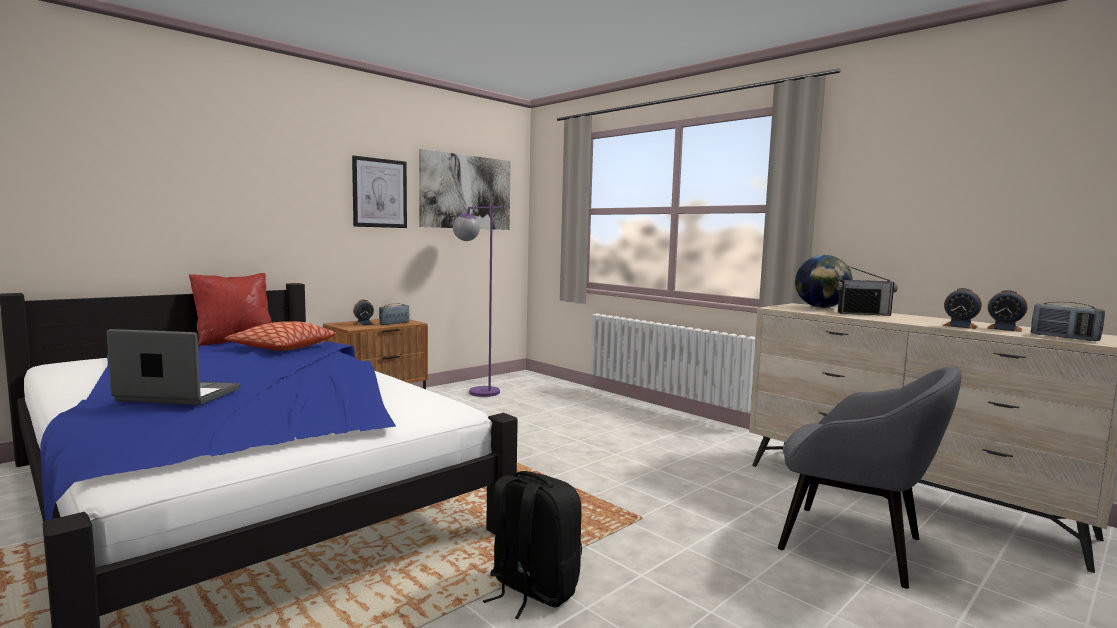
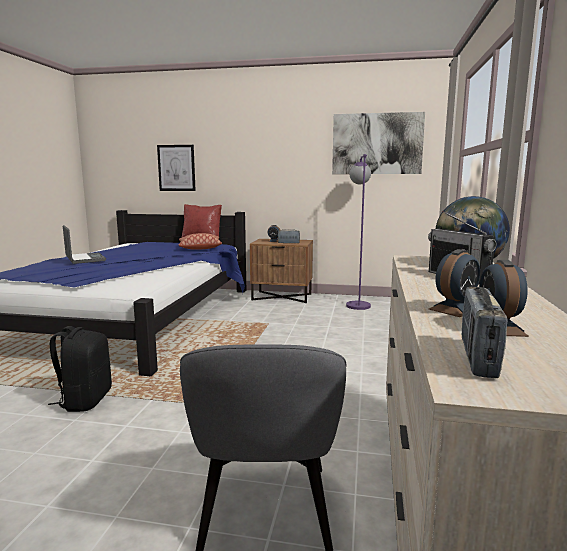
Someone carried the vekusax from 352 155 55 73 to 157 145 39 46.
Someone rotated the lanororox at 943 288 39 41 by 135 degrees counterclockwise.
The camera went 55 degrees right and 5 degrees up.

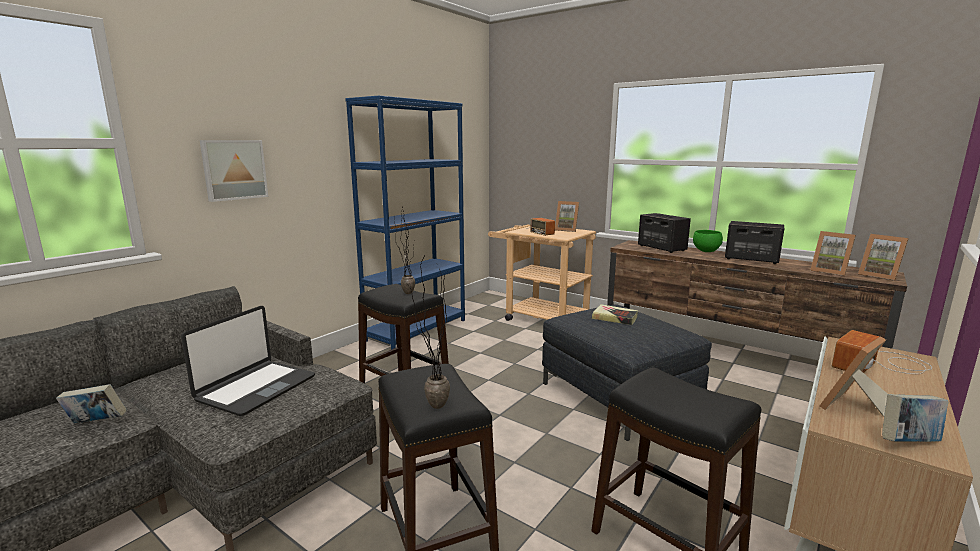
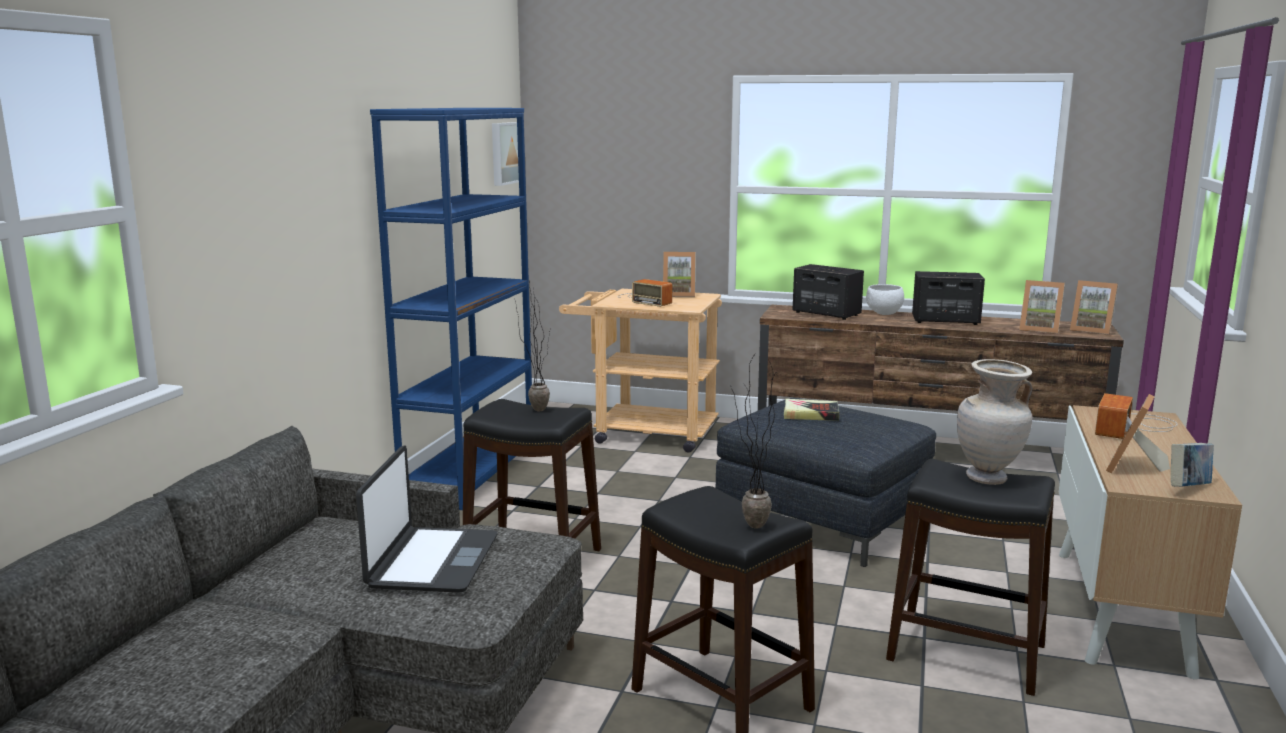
Someone took away the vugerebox at 56 384 71 39.
Someone put down the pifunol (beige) at 957 359 76 126.
Someone carried the vekusax from 200 140 68 62 to 492 122 27 64.
Someone repainted the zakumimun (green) at 693 230 30 22, which became the zakumimun (white) at 866 284 38 31.
The camera went 20 degrees left and 0 degrees up.

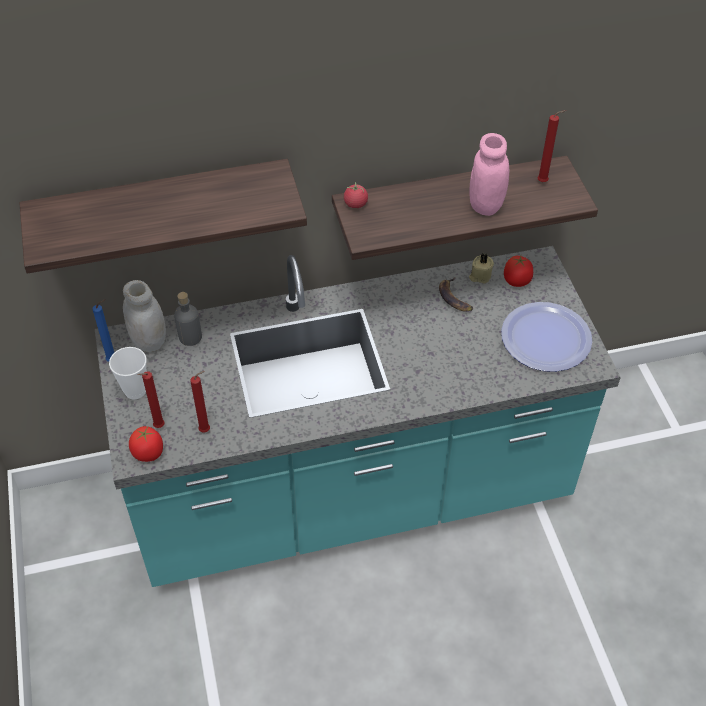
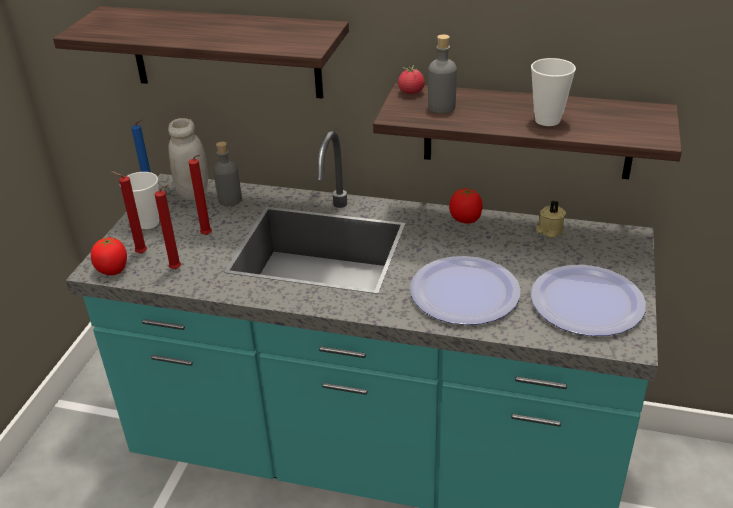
Someone took away the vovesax at 439 278 34 34.
Someone put down the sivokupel at 410 256 111 69.
Someone put down the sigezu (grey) at 428 34 29 80.
Someone carried the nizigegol from 504 256 29 31 to 449 188 34 36.
Someone carried the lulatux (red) from 537 110 29 72 to 189 155 23 80.
Someone swapped the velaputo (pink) at 469 133 41 83 for the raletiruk at 531 58 45 68.
The camera went 30 degrees right and 15 degrees down.

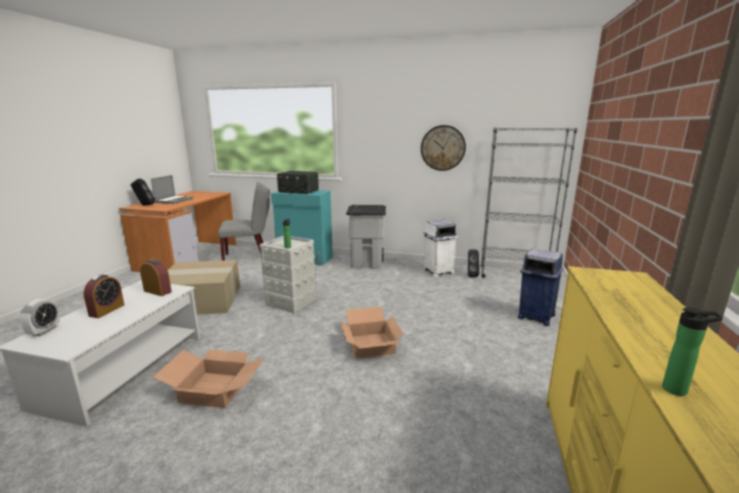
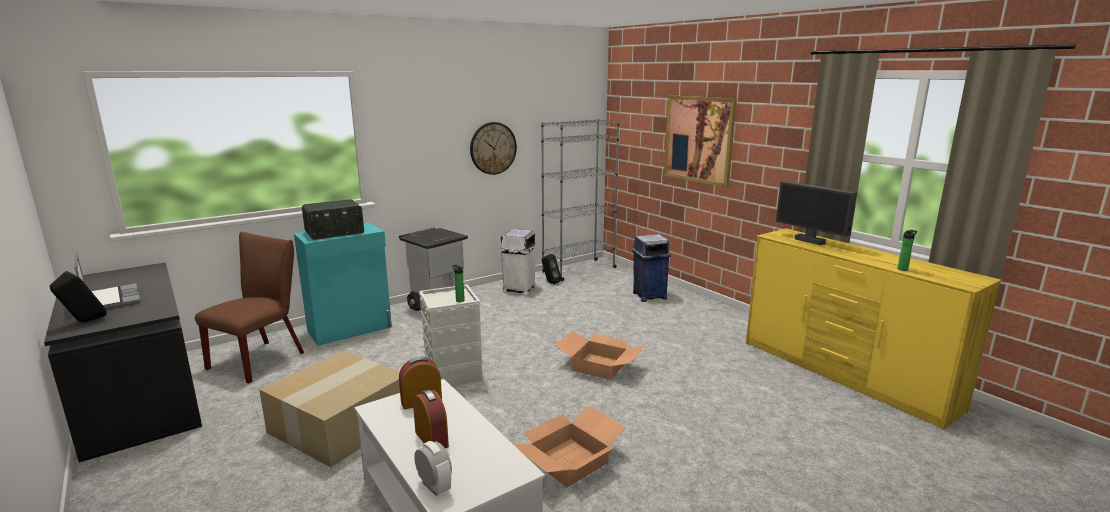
Someone put up the vekusax at 664 96 73 92.
Someone put down the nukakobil at 776 181 81 64.
Someone repainted the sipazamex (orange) at 119 191 117 81, which became the sipazamex (black) at 44 262 158 200.
Someone repainted the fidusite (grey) at 218 182 52 79, which became the fidusite (brown) at 195 232 109 152.
The camera went 50 degrees left and 0 degrees up.

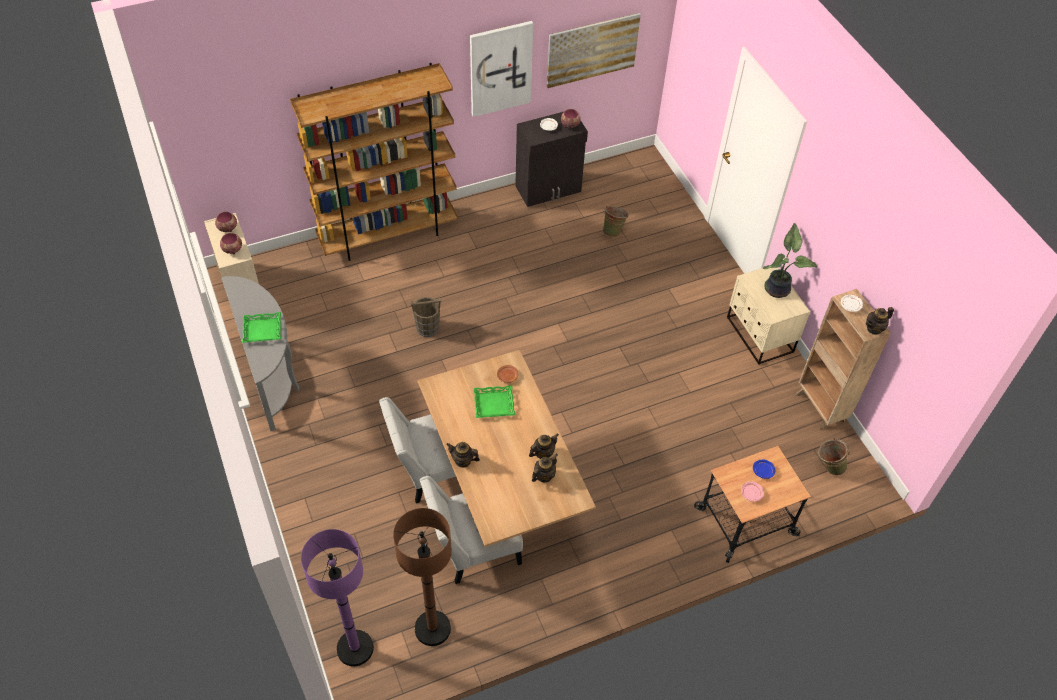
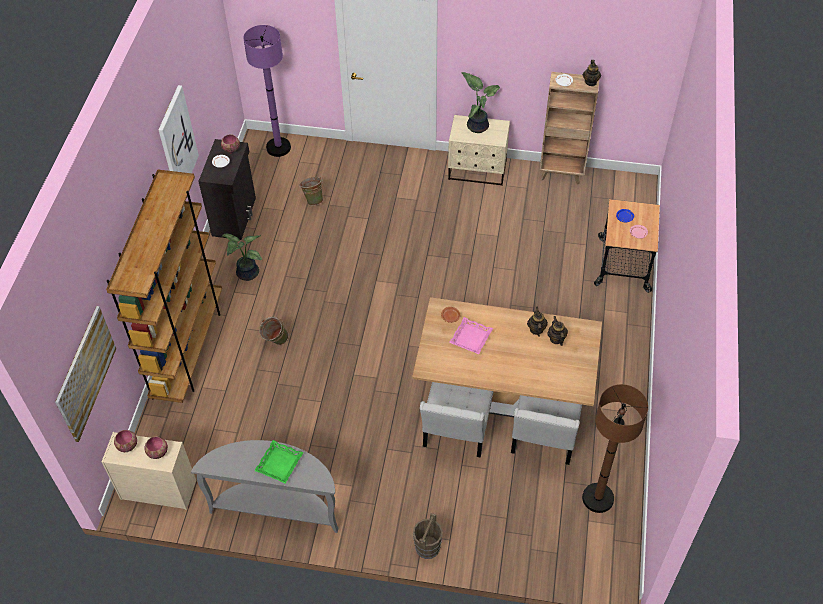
Someone took away the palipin at 446 442 34 26.
Someone put down the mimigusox at 221 234 41 47.
Someone carried the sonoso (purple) from 301 529 73 137 to 243 25 48 132.
Someone carried the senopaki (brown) from 410 297 31 40 to 413 513 30 46.
Someone carried the vekusax from 547 13 94 75 to 55 306 61 136.
Someone carried the senopaki (green) from 818 438 32 38 to 259 317 30 28.
Someone repainted the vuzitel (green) at 473 385 42 33, which became the vuzitel (pink) at 449 317 44 37.
The camera went 55 degrees left and 0 degrees up.

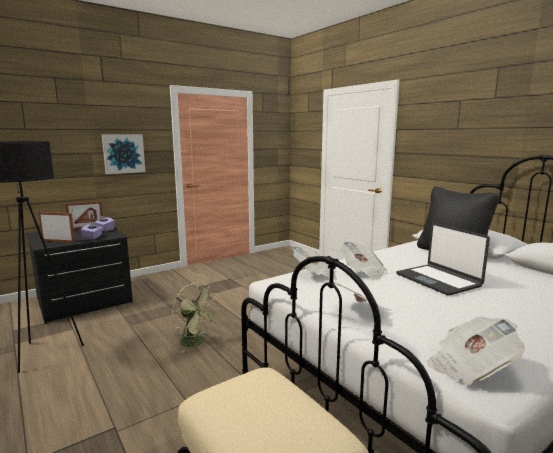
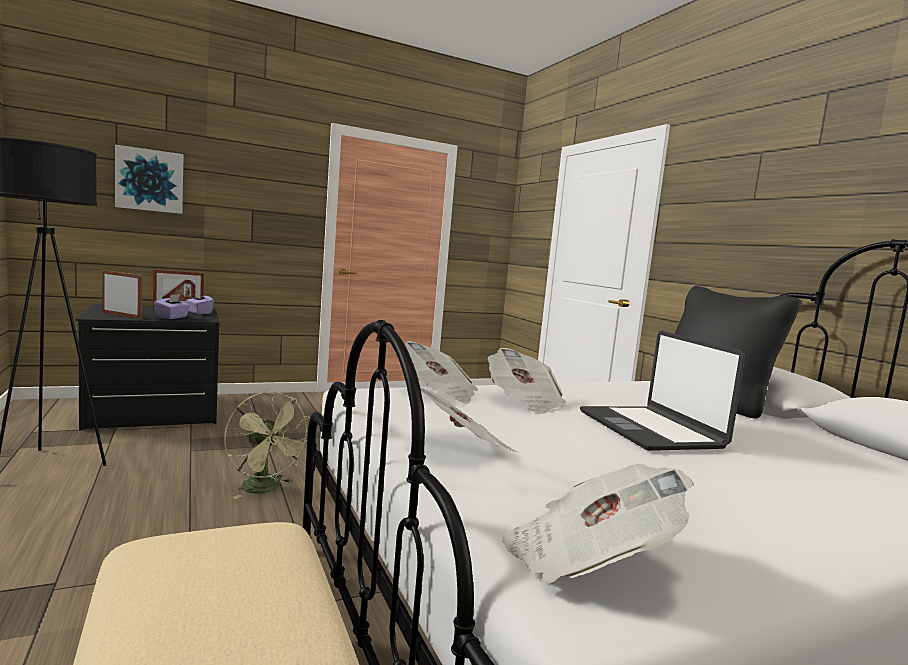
Someone carried the vekusax from 102 134 43 40 to 115 145 69 69.
The camera went 10 degrees right and 5 degrees down.

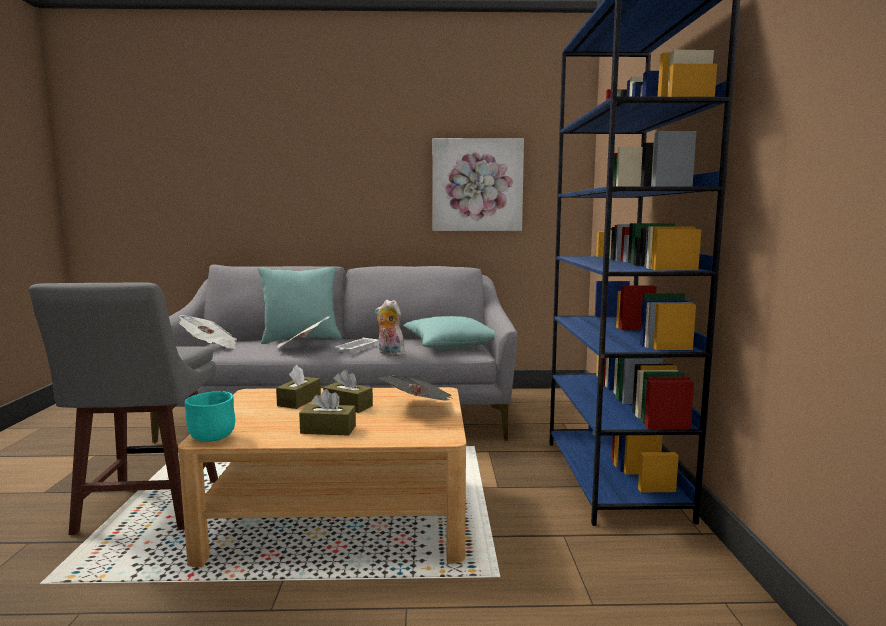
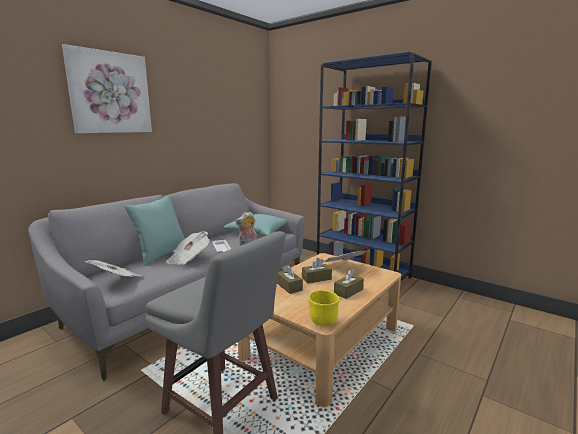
Someone carried the vekusax from 432 138 92 93 to 62 44 90 89.
Someone repainted the zakumimun (turquoise) at 185 391 50 51, which became the zakumimun (yellow) at 309 290 30 36.
The camera went 50 degrees left and 5 degrees up.

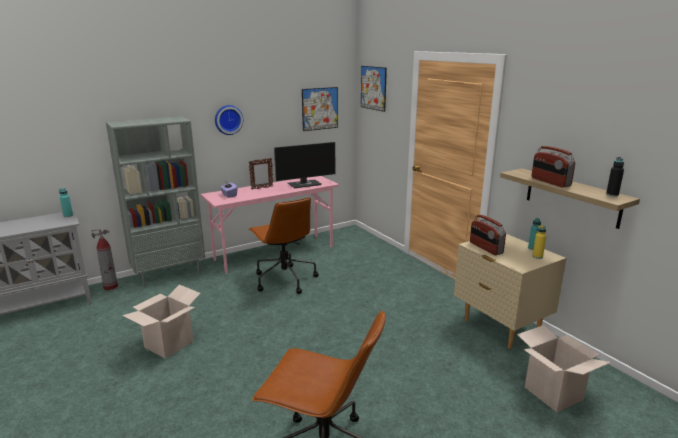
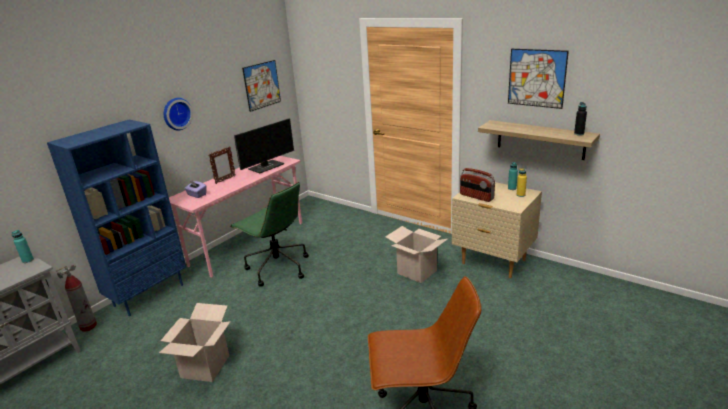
Someone took away the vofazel at 531 146 44 42.
Someone carried the vekusax from 361 66 26 46 to 508 49 61 60.
Someone carried the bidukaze from 517 325 94 87 to 385 226 62 57.
Someone repainted the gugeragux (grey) at 106 116 99 171, which became the gugeragux (blue) at 47 120 139 196.
Someone repainted the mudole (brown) at 248 197 71 97, which became the mudole (green) at 230 182 79 105.
The camera went 20 degrees left and 5 degrees up.

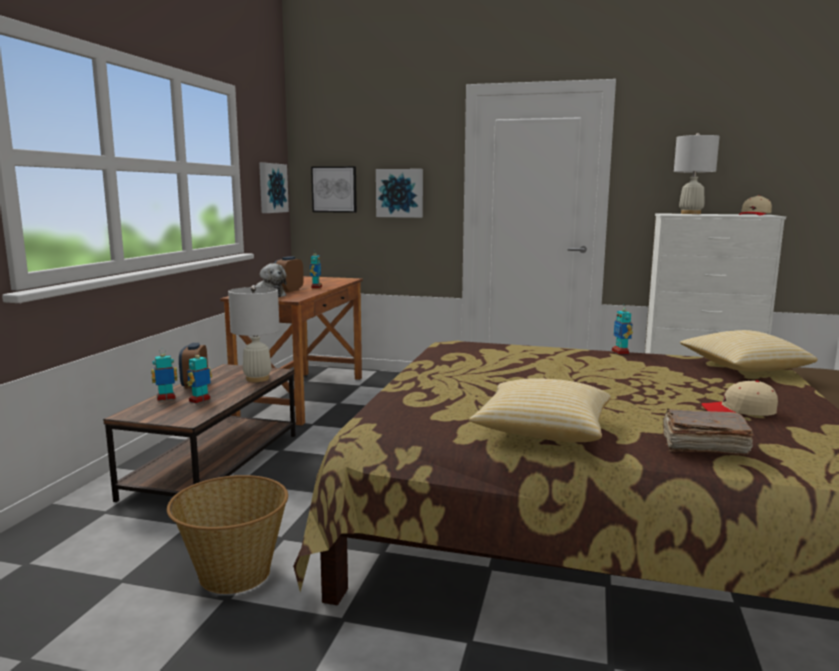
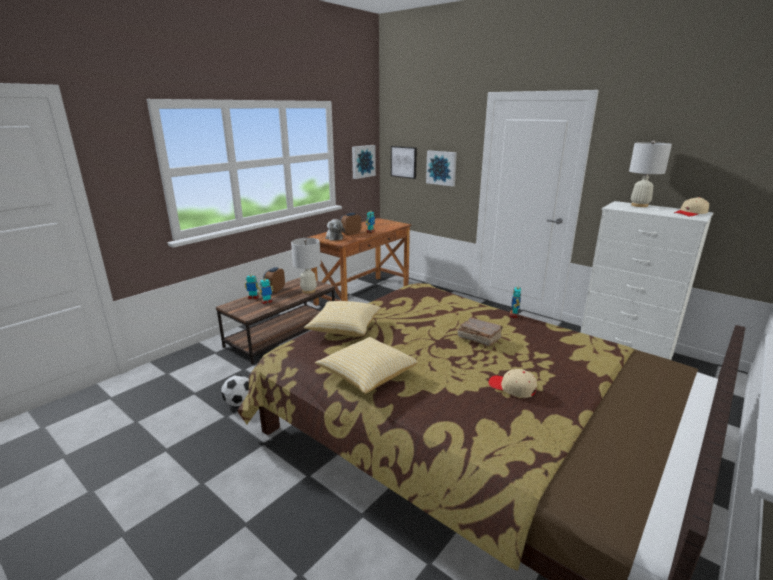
Someone carried the vugerebox (brown) from 663 409 90 46 to 457 318 46 28.
Someone carried the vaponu from 680 330 138 41 to 304 301 76 36.
Someone swapped the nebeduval at 167 475 121 119 for the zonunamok at 221 375 28 32.
The camera went 25 degrees right and 10 degrees up.

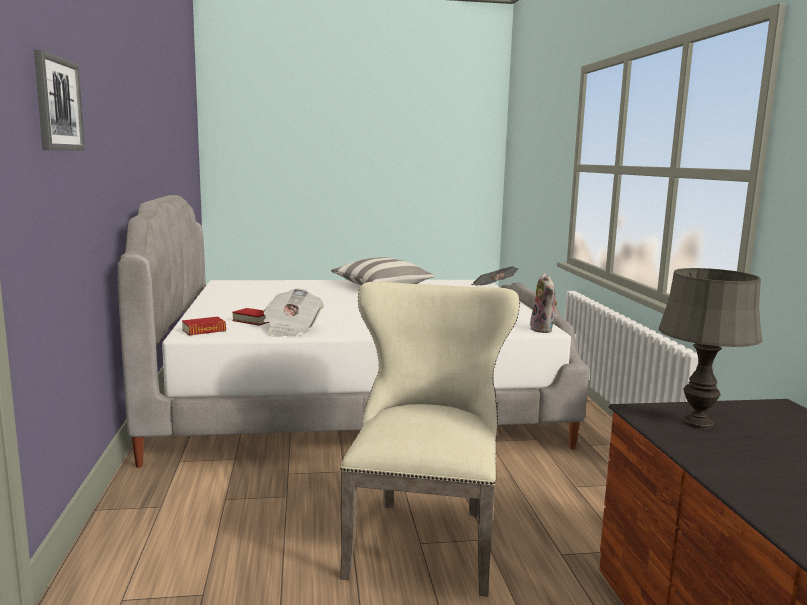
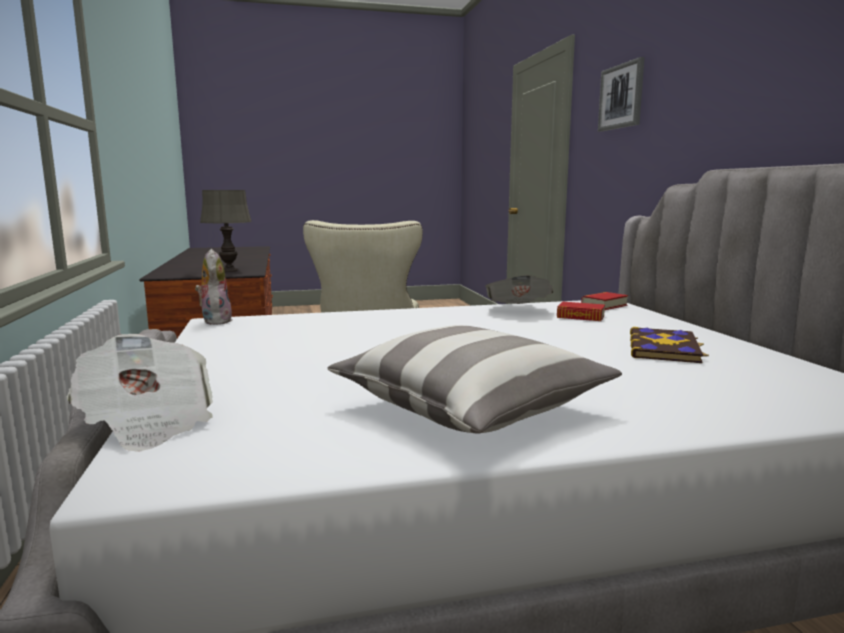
Someone put down the vugerebox at 630 327 79 36.
The camera went 175 degrees right and 0 degrees up.

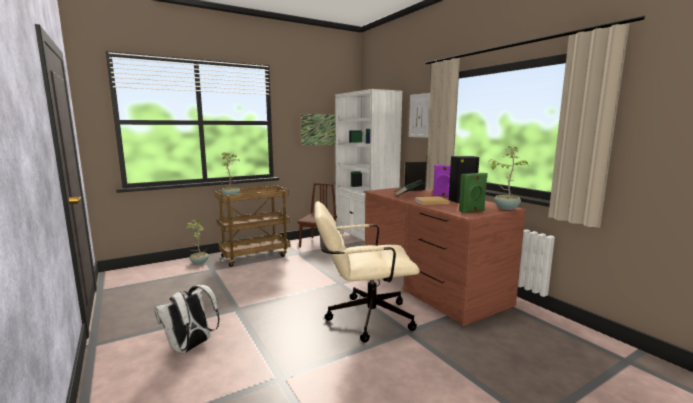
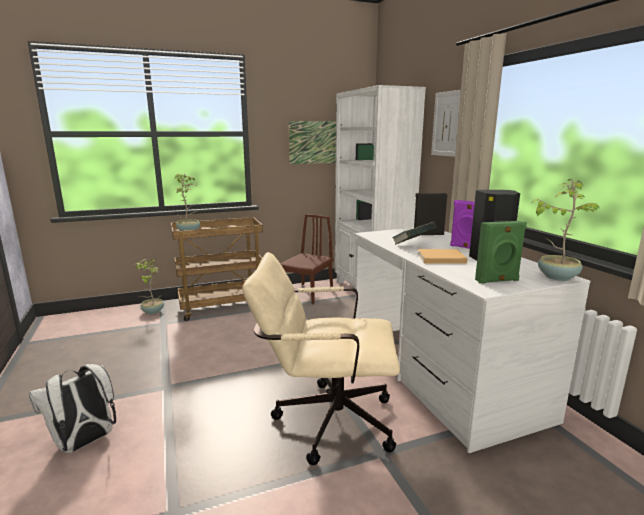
Someone repainted the sipazamex (brown) at 364 187 162 139, which became the sipazamex (white) at 355 228 236 225.
The camera went 10 degrees right and 5 degrees up.

